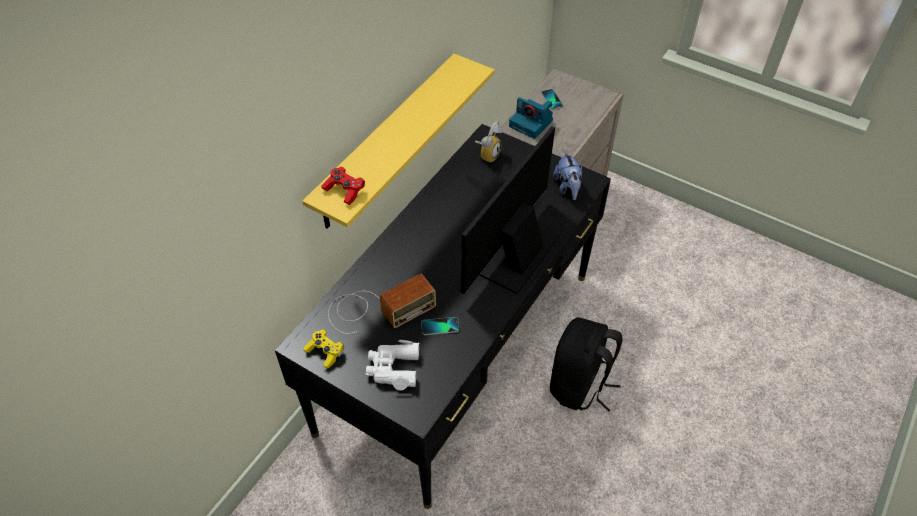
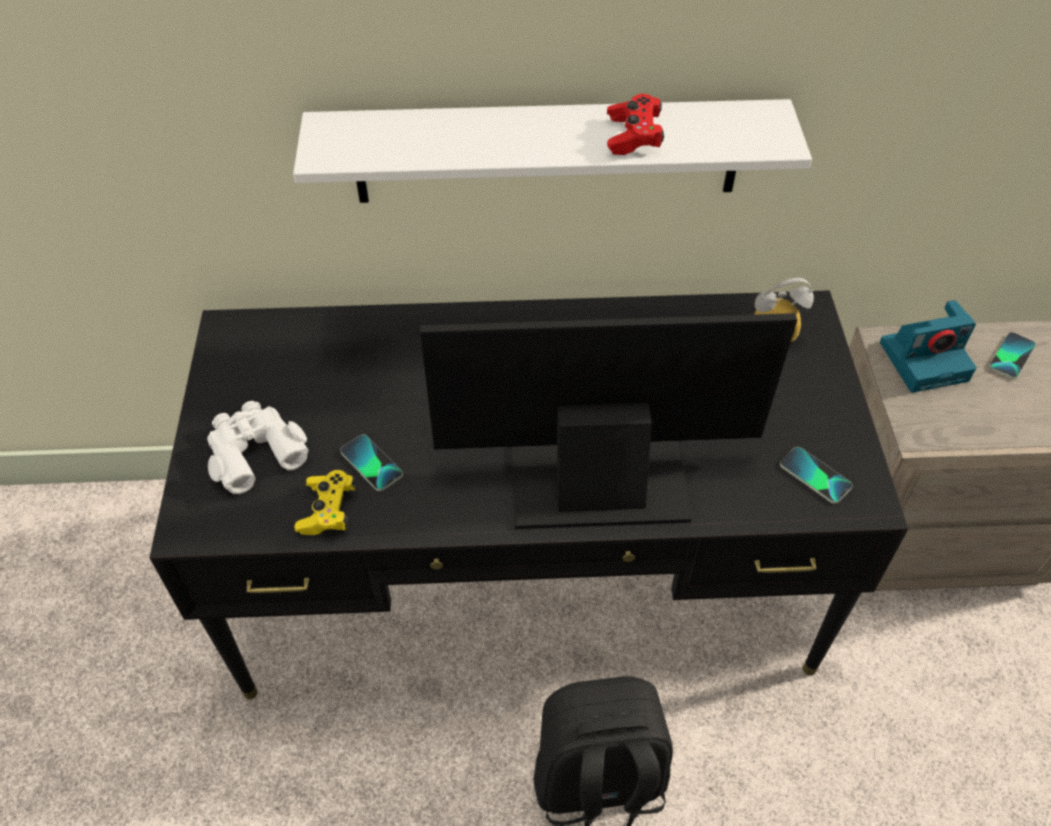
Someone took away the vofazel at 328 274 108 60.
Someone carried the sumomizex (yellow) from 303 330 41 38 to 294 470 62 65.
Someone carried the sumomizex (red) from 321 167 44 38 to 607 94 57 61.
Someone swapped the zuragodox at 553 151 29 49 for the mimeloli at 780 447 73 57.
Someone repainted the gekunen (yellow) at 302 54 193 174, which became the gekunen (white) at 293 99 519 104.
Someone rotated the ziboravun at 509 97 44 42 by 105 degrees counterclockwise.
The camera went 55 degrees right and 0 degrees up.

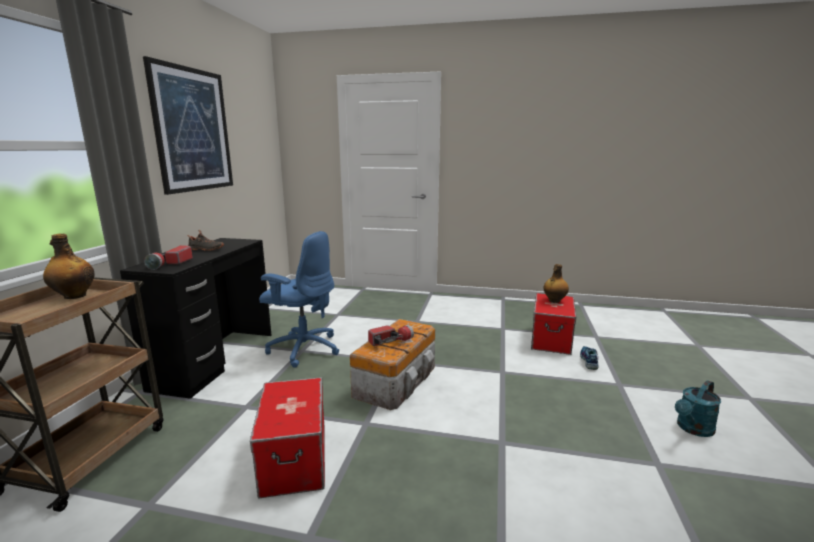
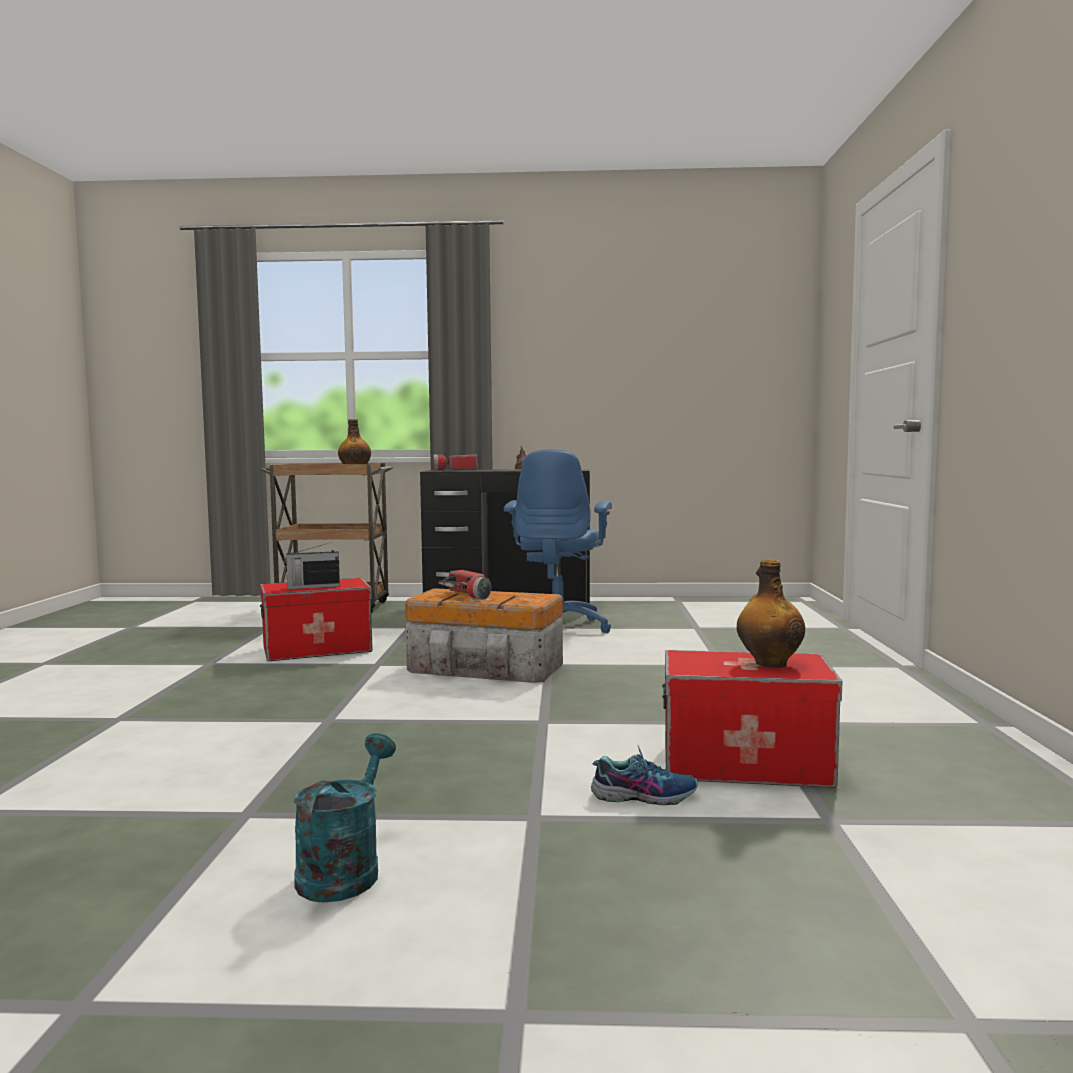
Someone took away the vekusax at 143 56 90 139.
Someone put down the vofazel at 284 543 56 46.
Someone rotated the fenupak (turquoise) at 675 380 46 57 by 60 degrees clockwise.
The camera went 80 degrees right and 10 degrees down.

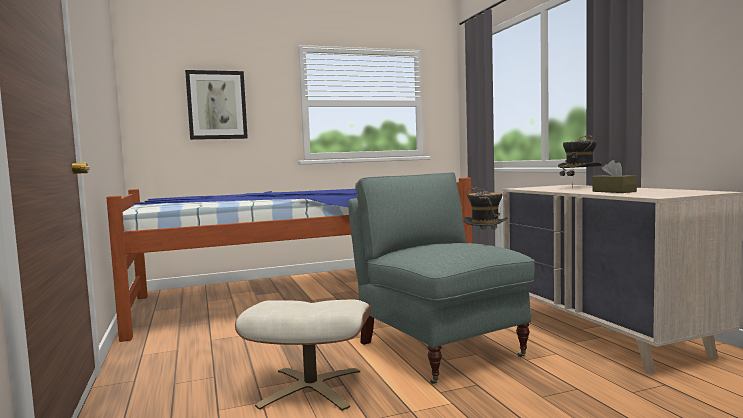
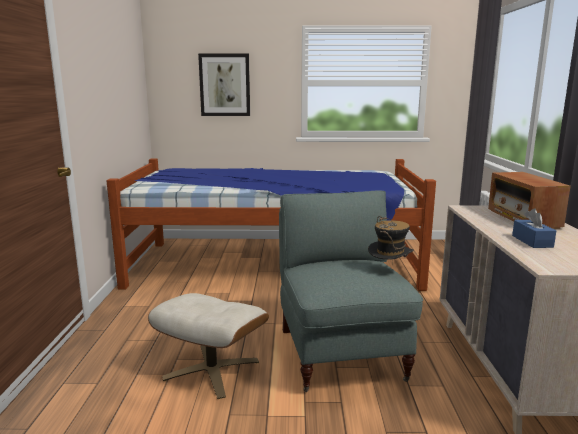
Someone swapped the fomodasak at 558 135 44 54 for the vofazel at 488 172 83 57.
Someone repainted the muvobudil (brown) at 592 160 45 33, which became the muvobudil (blue) at 512 209 44 39.
The camera went 20 degrees right and 10 degrees up.

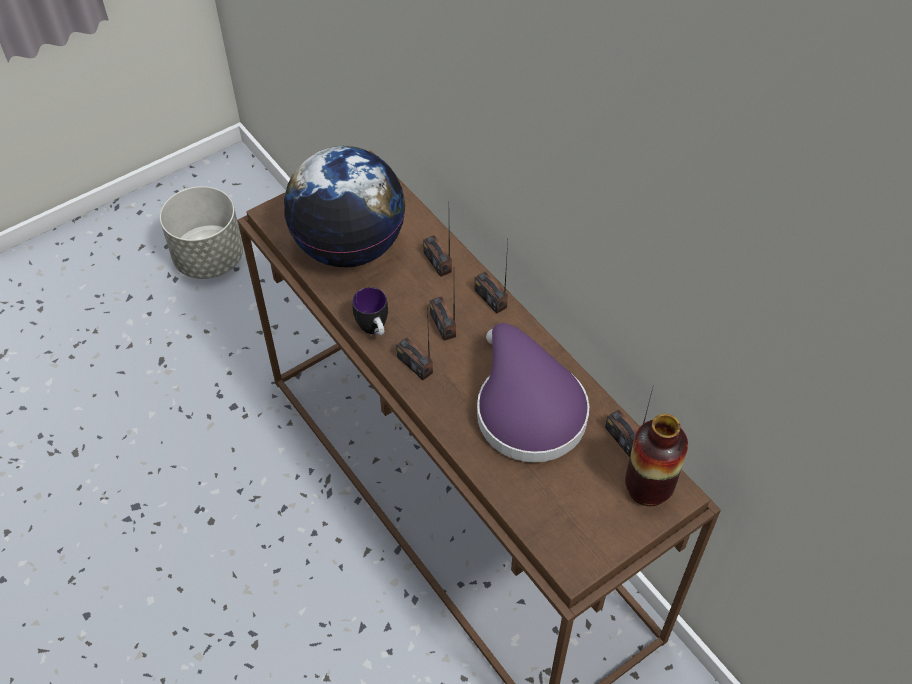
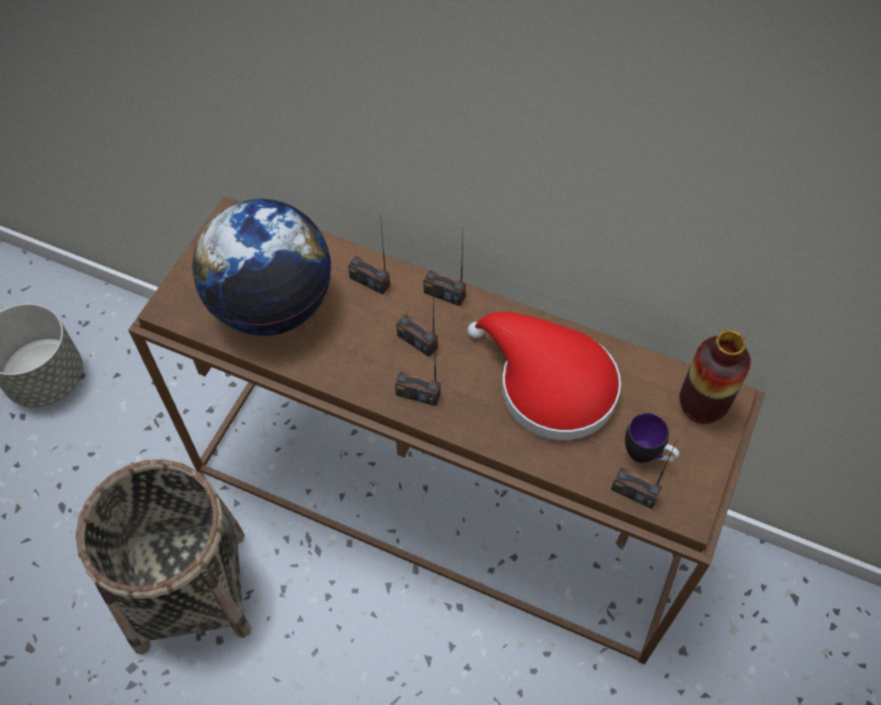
Someone put down the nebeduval at 76 459 175 196.
Someone carried the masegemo from 352 287 36 49 to 625 413 55 50.
Someone carried the vofazel from 605 388 48 69 to 611 440 66 69.
Someone repainted the fomodasak (purple) at 477 323 112 139, which became the fomodasak (red) at 468 312 153 128.
The camera went 30 degrees left and 5 degrees up.

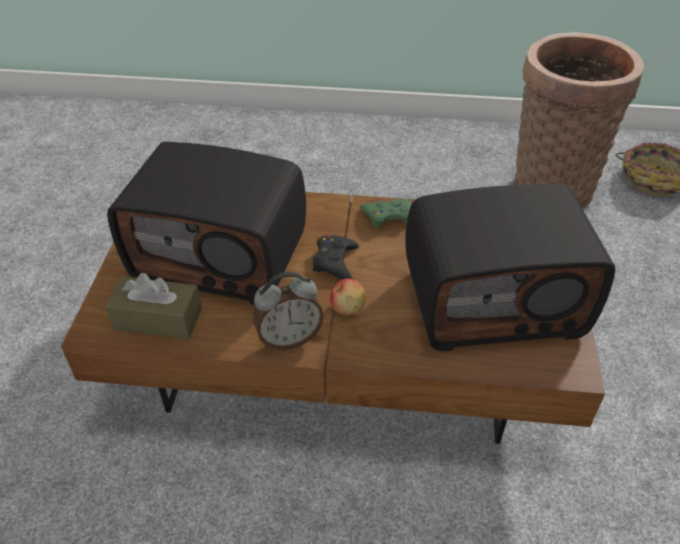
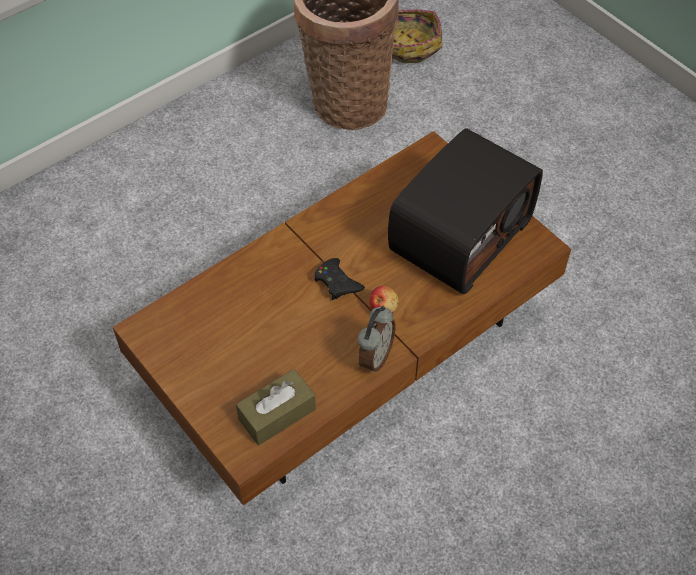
Someone took away the vofazel at 107 142 199 163.
Someone took away the sumomizex (green) at 360 199 52 30.
The camera went 45 degrees left and 10 degrees up.

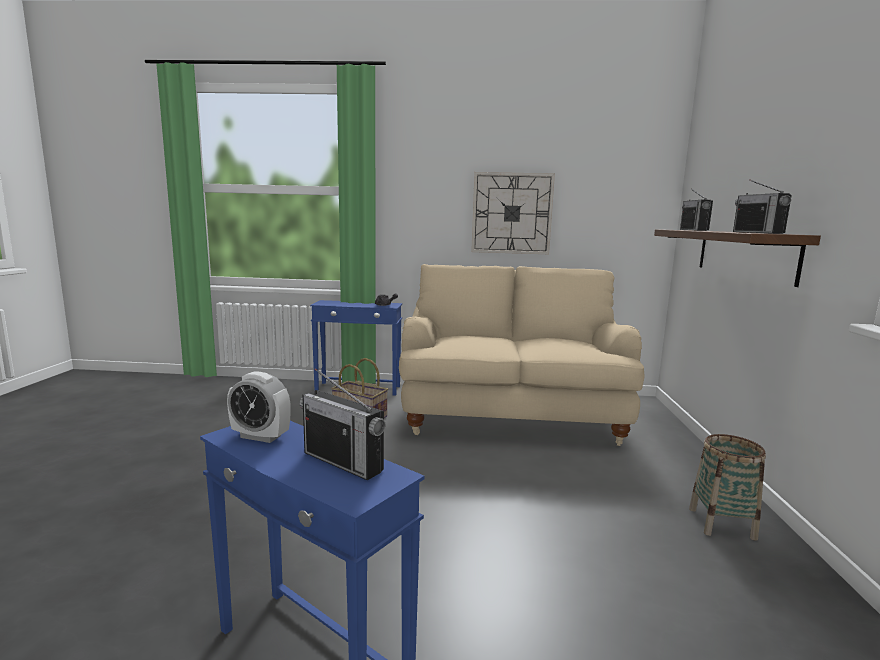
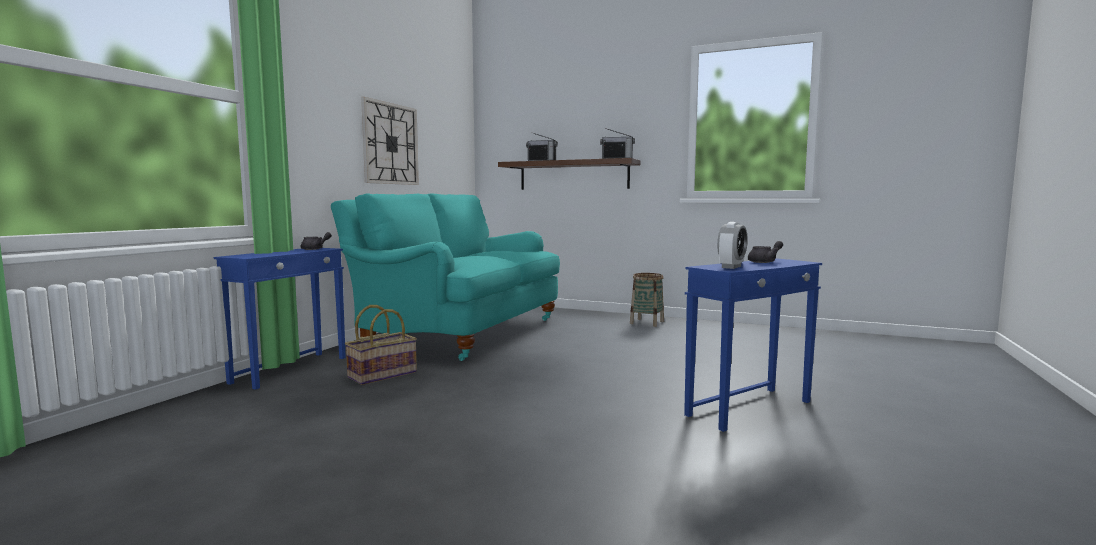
Someone swapped the vofazel at 299 368 86 112 for the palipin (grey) at 748 241 35 22.
Someone repainted the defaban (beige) at 399 264 246 182, which became the defaban (turquoise) at 331 193 229 168.
The camera went 70 degrees left and 5 degrees down.

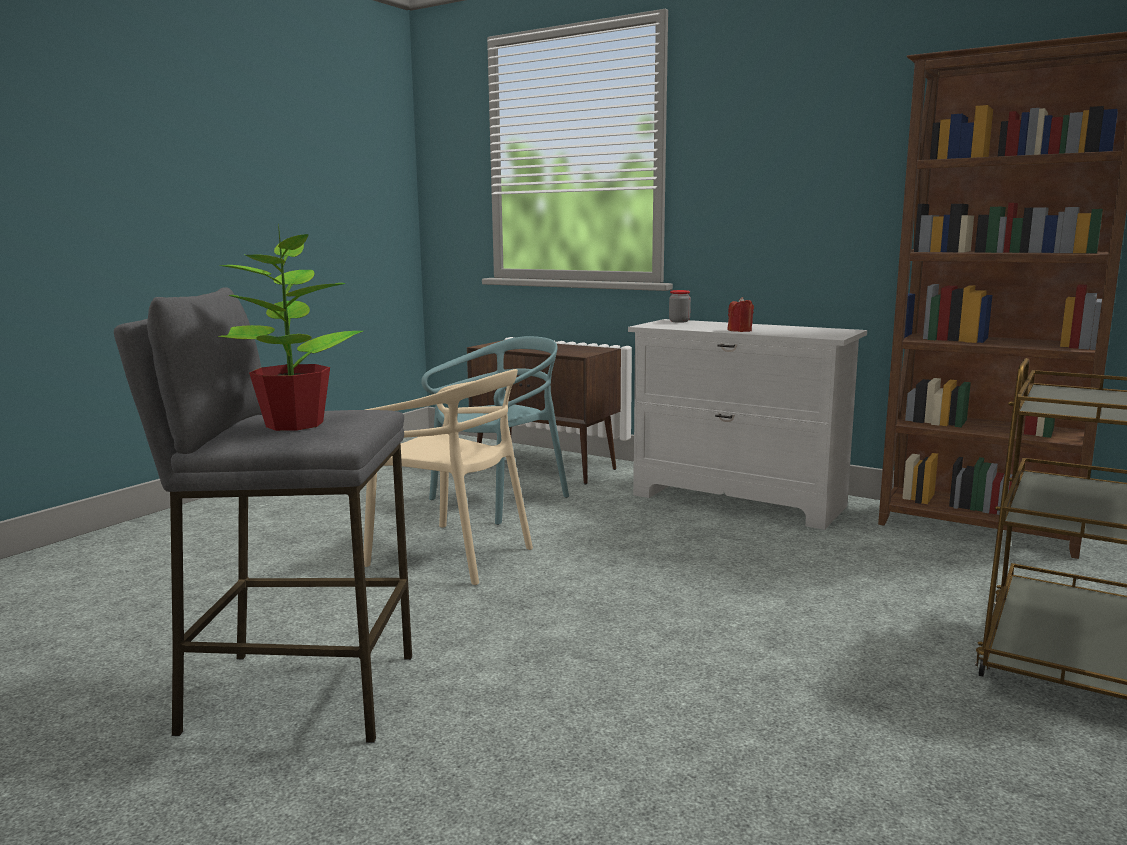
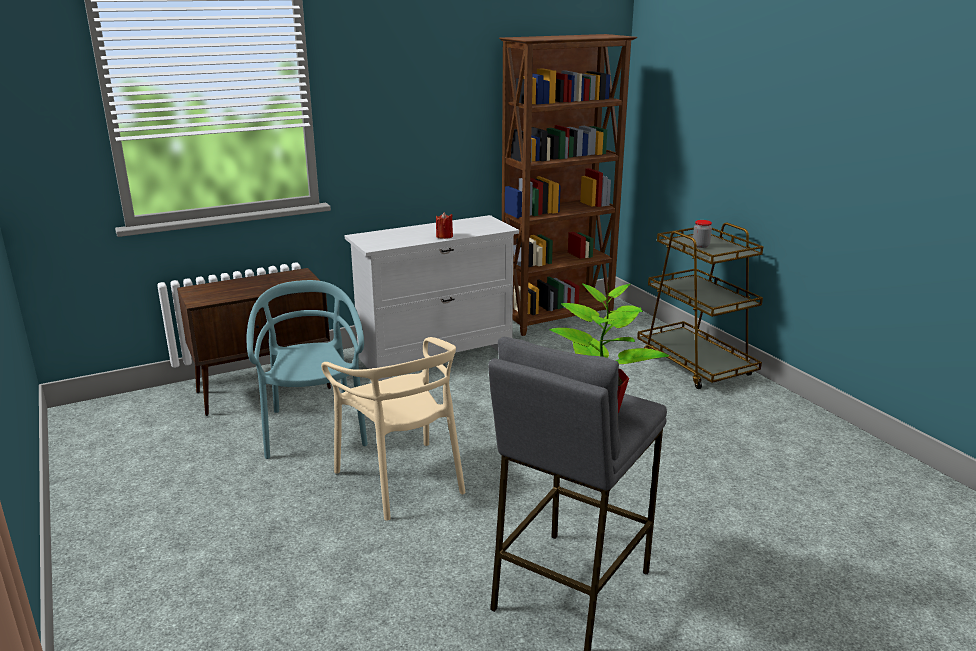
Someone carried the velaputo from 669 290 22 33 to 693 220 19 28.
Someone rotated the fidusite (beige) at 363 369 170 216 by 90 degrees clockwise.
The camera went 60 degrees left and 10 degrees up.

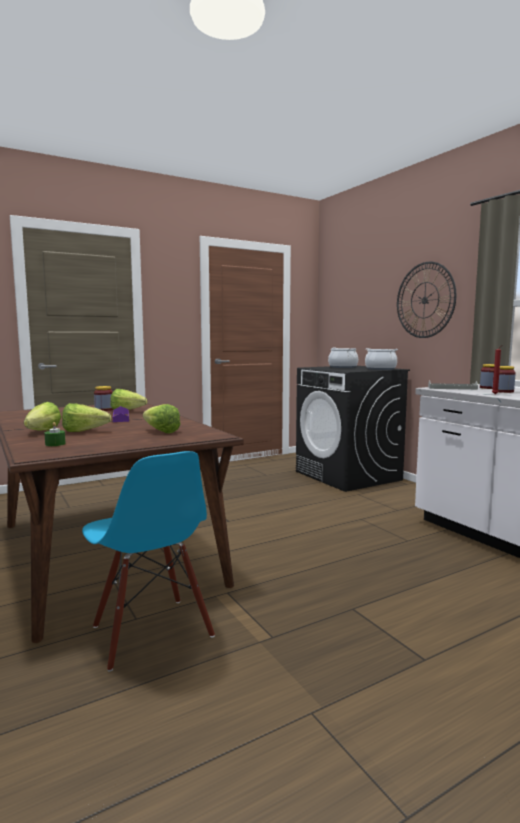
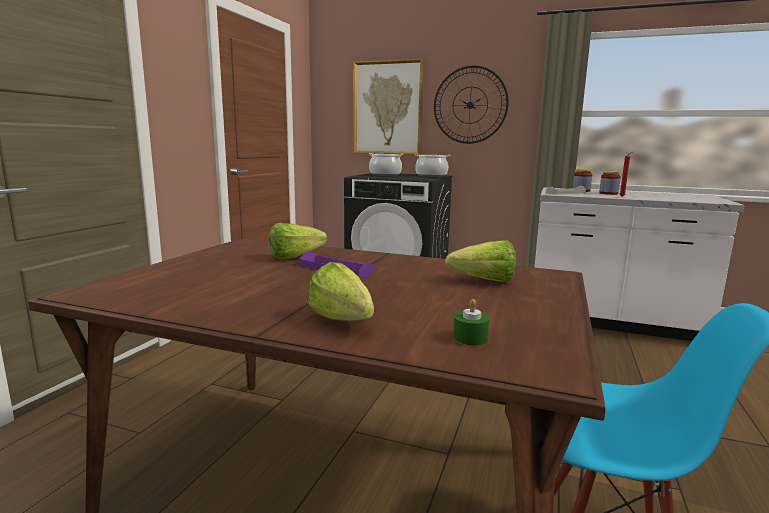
Someone took away the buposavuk at 62 403 49 29.
Someone took away the velaputo at 94 386 19 25.
Someone put up the vekusax at 353 59 71 96.
The camera went 40 degrees left and 5 degrees up.

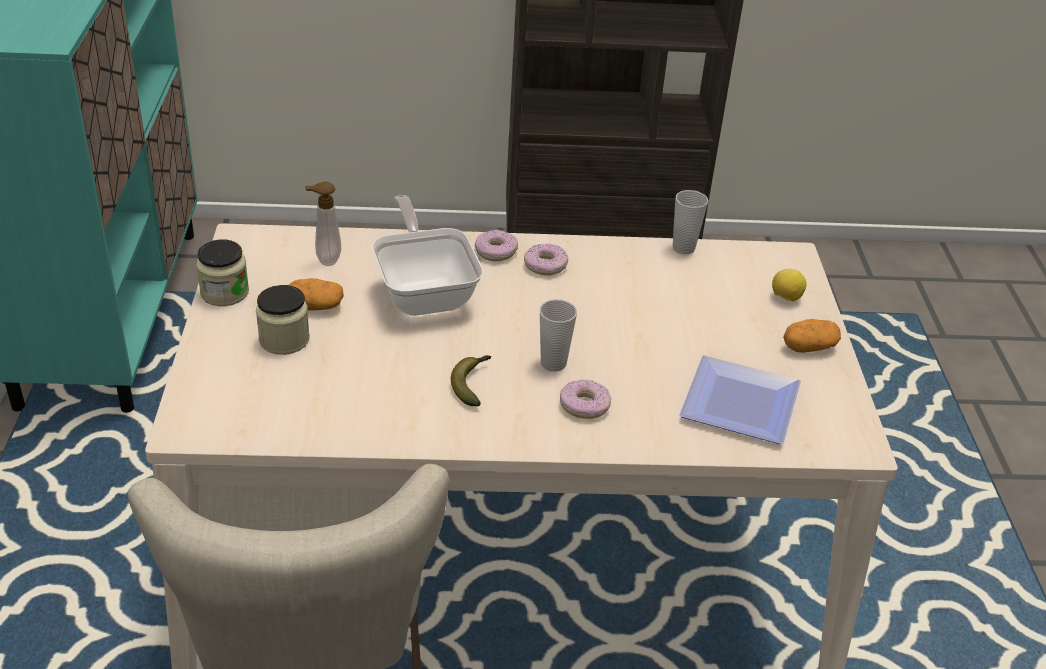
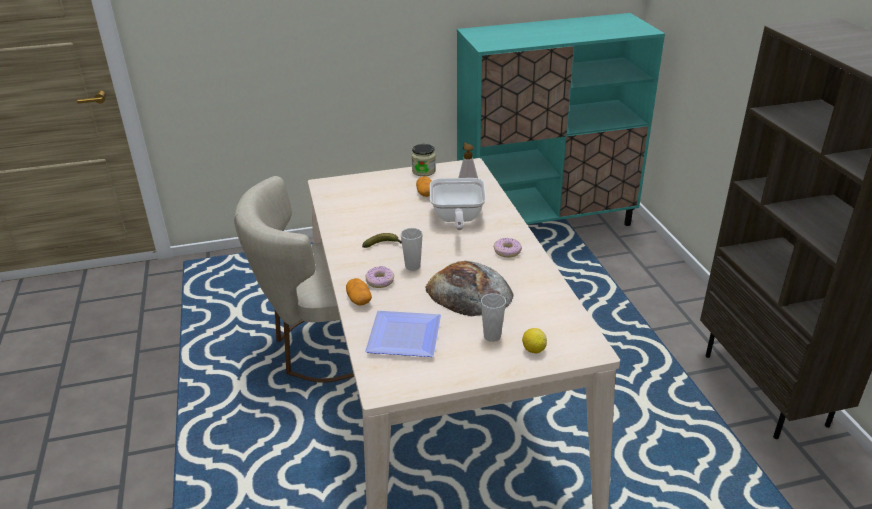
Someone took away the velaputo at 256 285 54 70.
Someone took away the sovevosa at 475 230 43 31.
Someone put down the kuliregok at 425 261 88 55.
Someone carried the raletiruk from 673 190 35 64 to 481 293 25 49.
Someone carried the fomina from 783 319 58 34 to 346 278 26 28.
Someone rotated the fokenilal at 372 195 111 121 by 120 degrees clockwise.
The camera went 80 degrees right and 5 degrees down.

